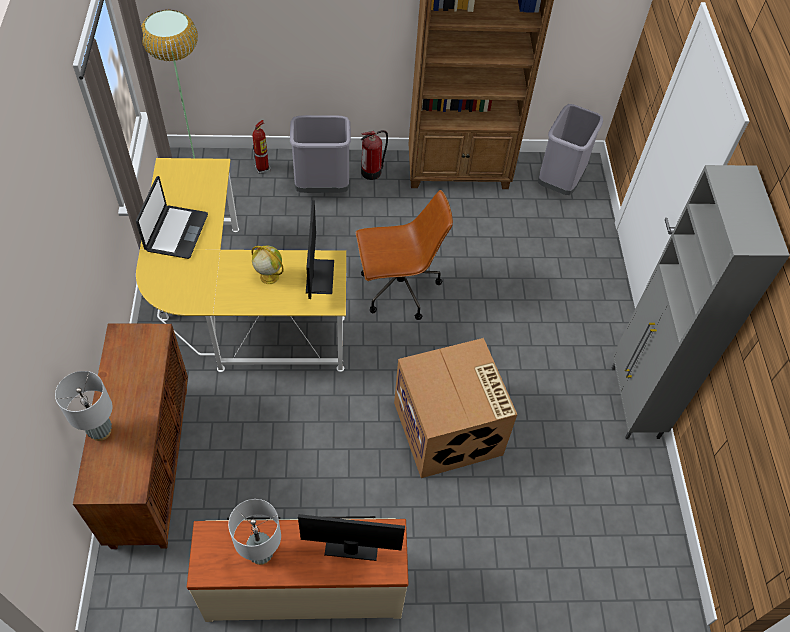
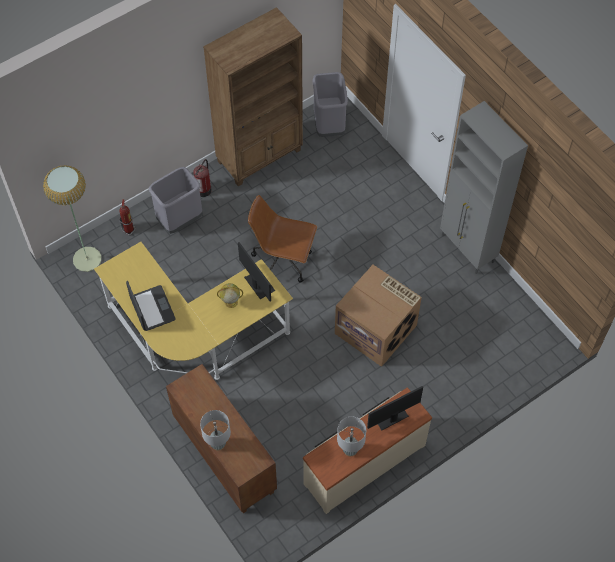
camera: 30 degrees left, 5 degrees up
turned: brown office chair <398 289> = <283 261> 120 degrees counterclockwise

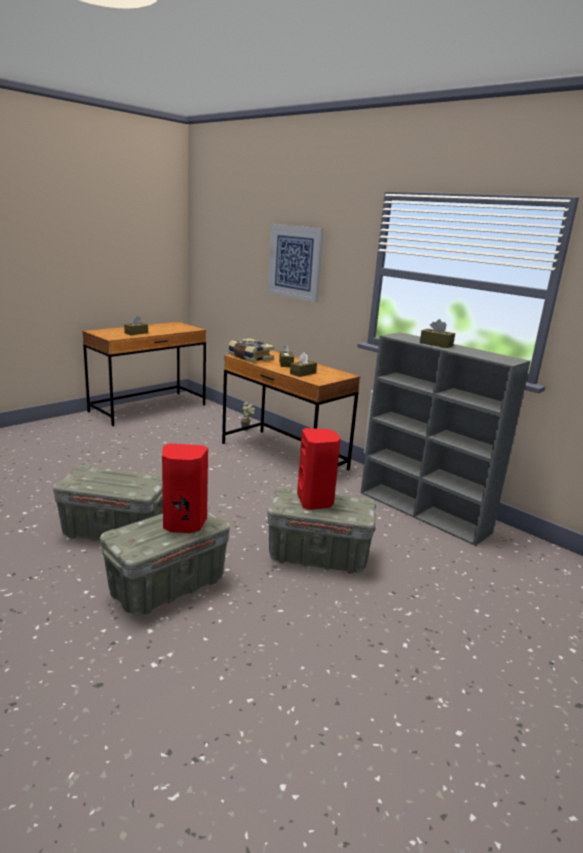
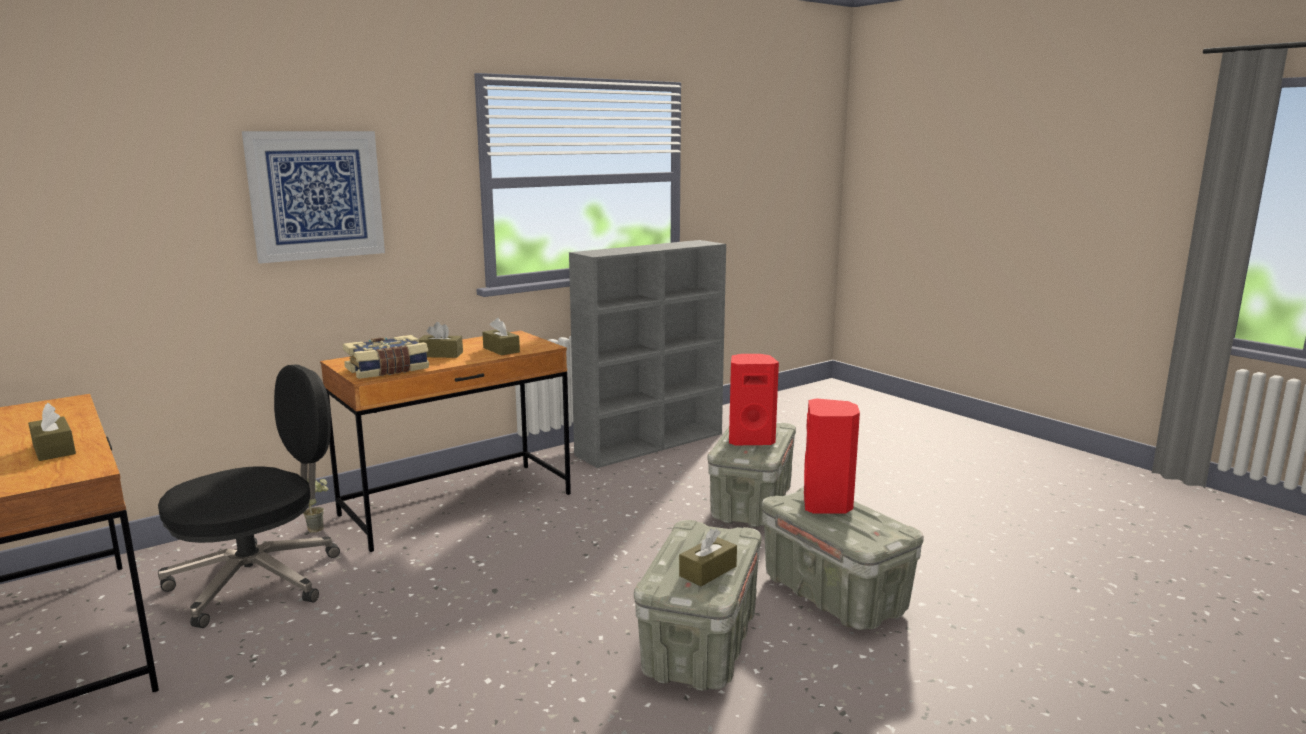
camera: 80 degrees left, 5 degrees down
added: black office chair <259 580>
moved: brown tissue box <436 344> to <708 571>

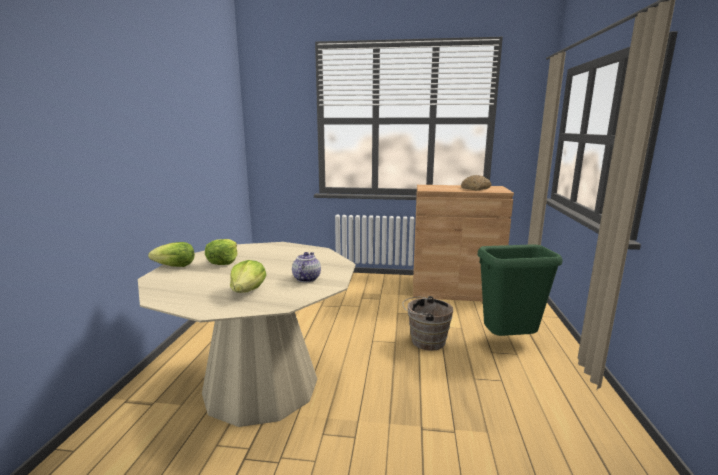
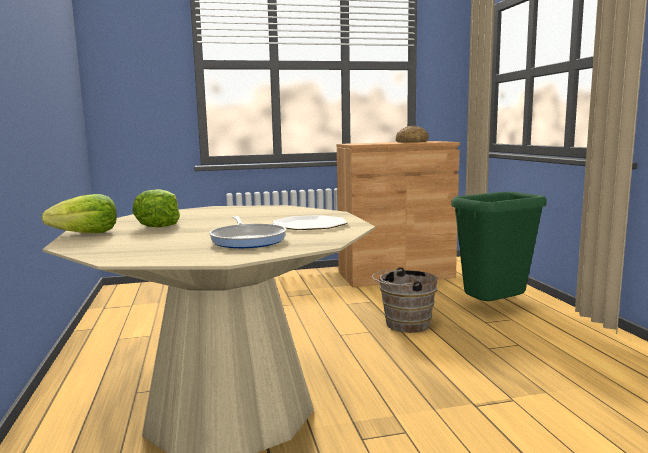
camera: 20 degrees left, 5 degrees down
replaced: lettuce <248 291> to frying pan <248 240>; teapot <306 278> to plate <309 225>

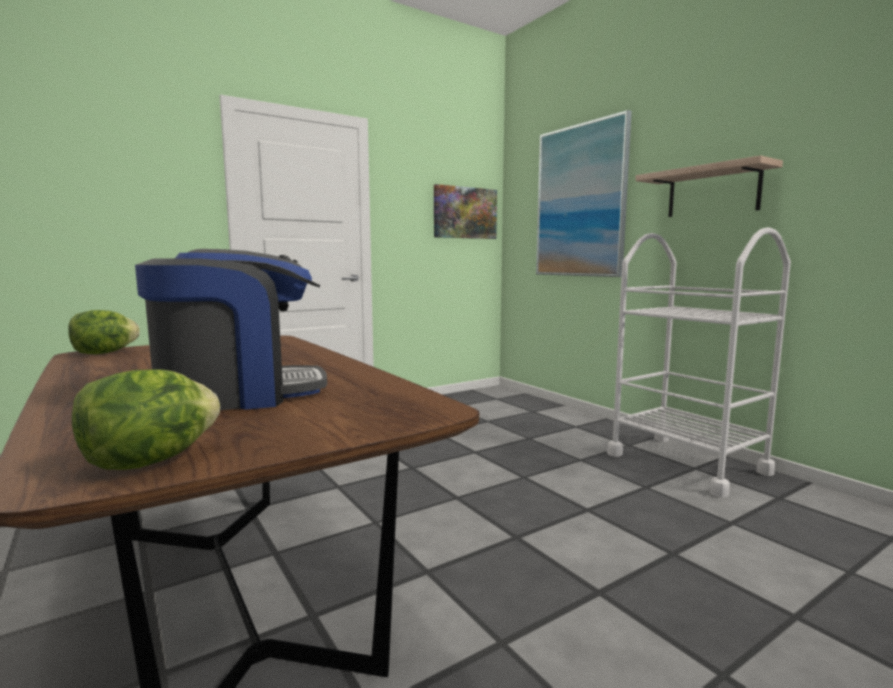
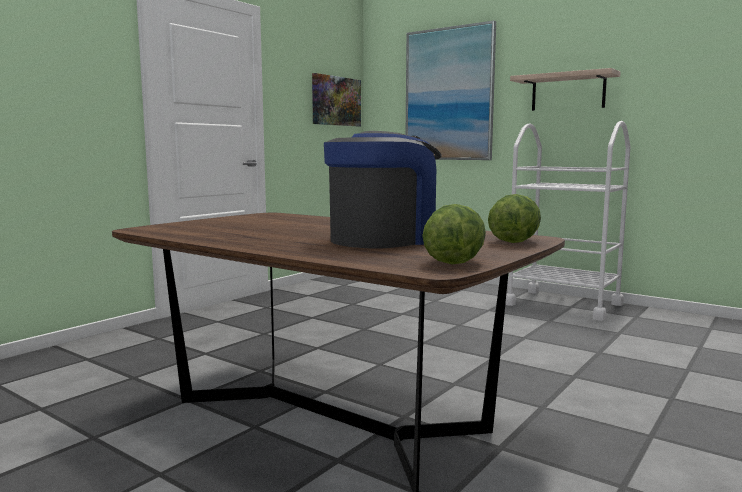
camera: 20 degrees left, 0 degrees up
moved: lettuce <104 353> to <514 242>

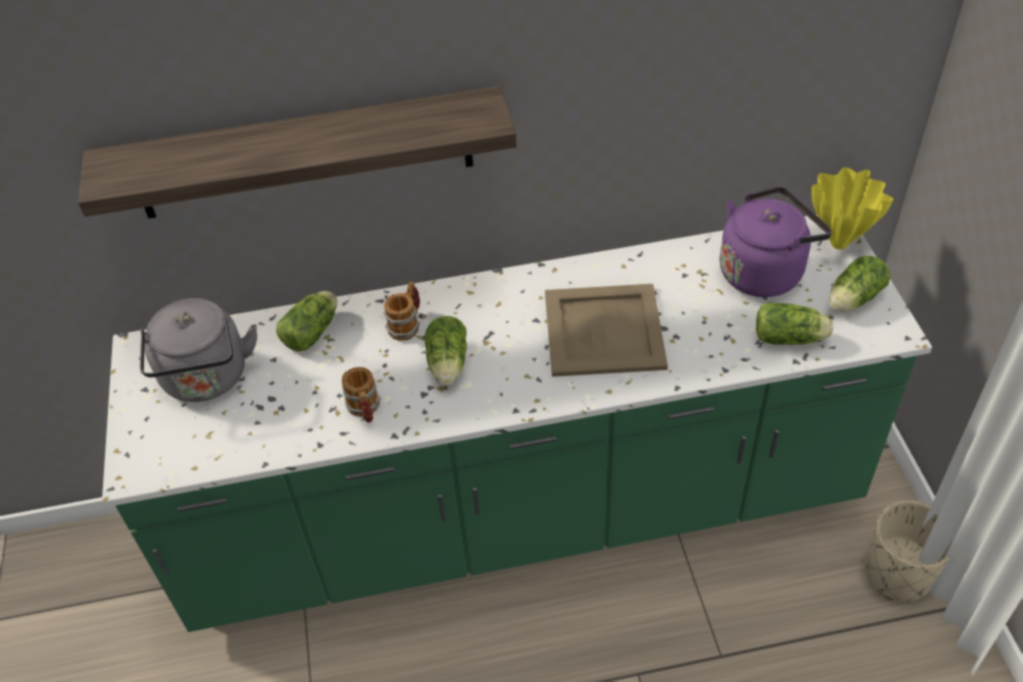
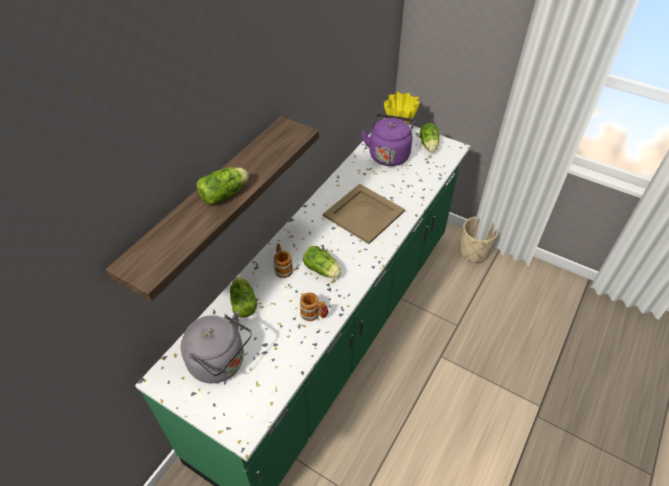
camera: 50 degrees left, 0 degrees up
moved: lettuce <791 338> to <226 194>

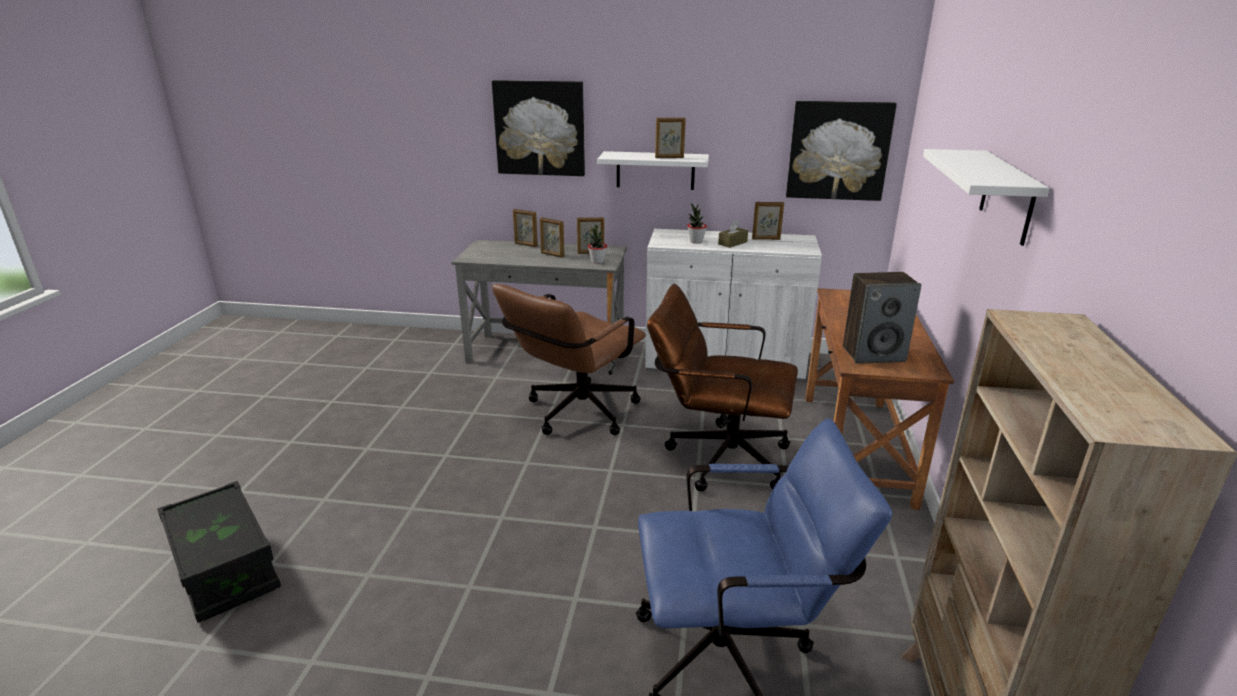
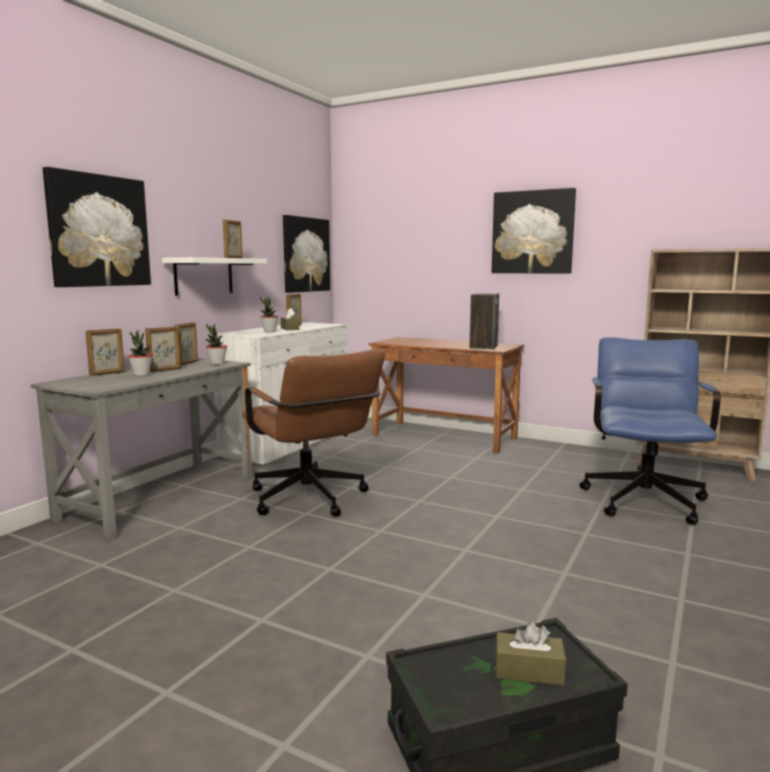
camera: 70 degrees left, 15 degrees down
removed: brown office chair <717 456>
added: potted plant <141 374>; brown tissue box <529 671>
replaced: white shelf <1007 197> to picture <532 232>

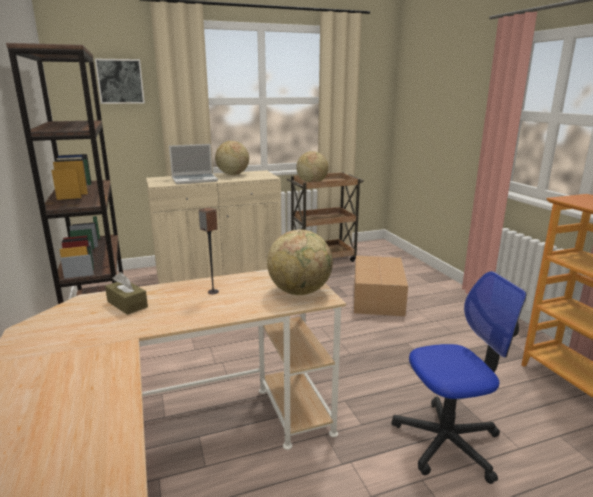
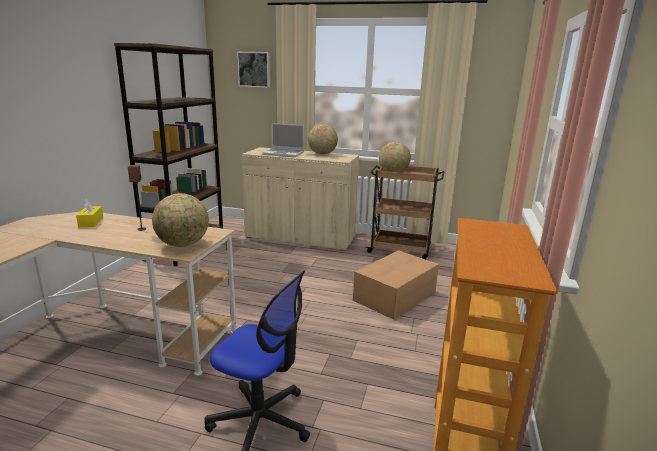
camera: 35 degrees right, 0 degrees up
recoloured: brown tissue box <127 304> to yellow tissue box <91 222>

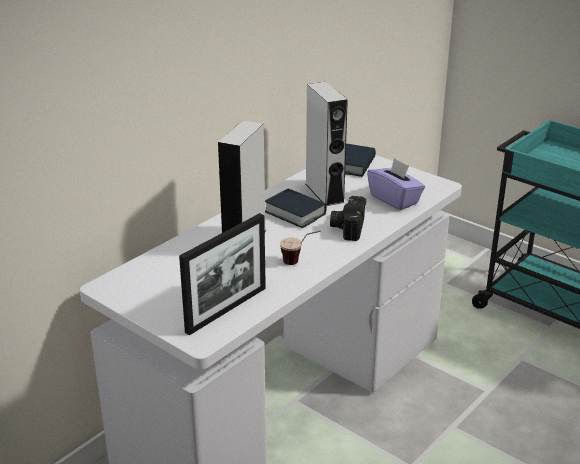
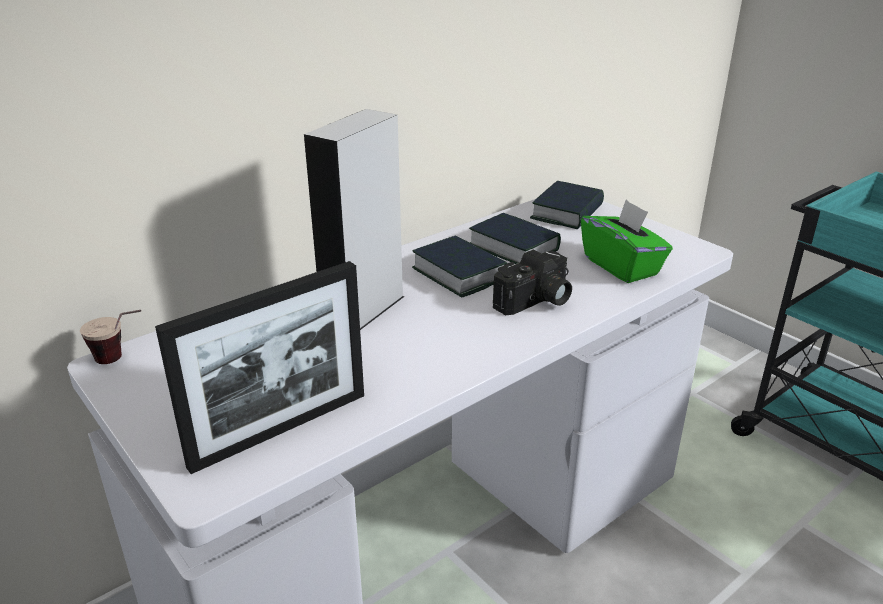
camera: 10 degrees right, 0 degrees up
moved: cup <299 262> to <122 360>
replaced: grey speaker <324 193> to book <513 247>
recoloured: purple tissue box <394 199> to green tissue box <622 266>
turned: photo camera <347 227> = <536 302> 150 degrees counterclockwise

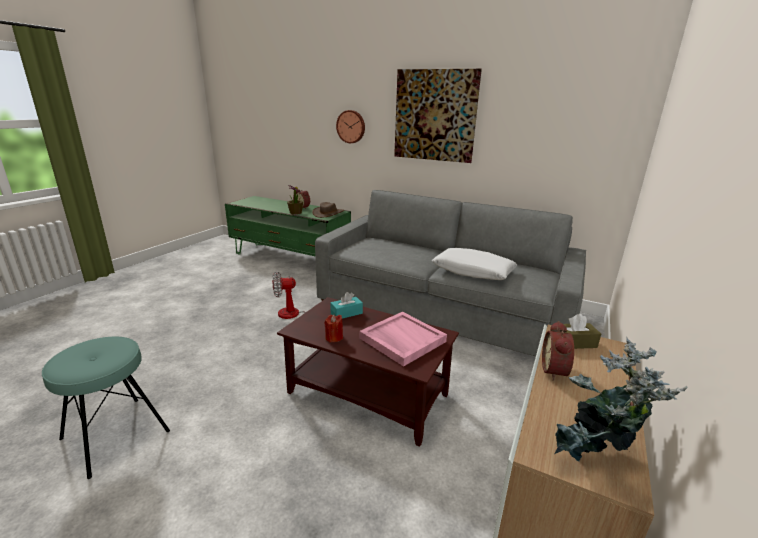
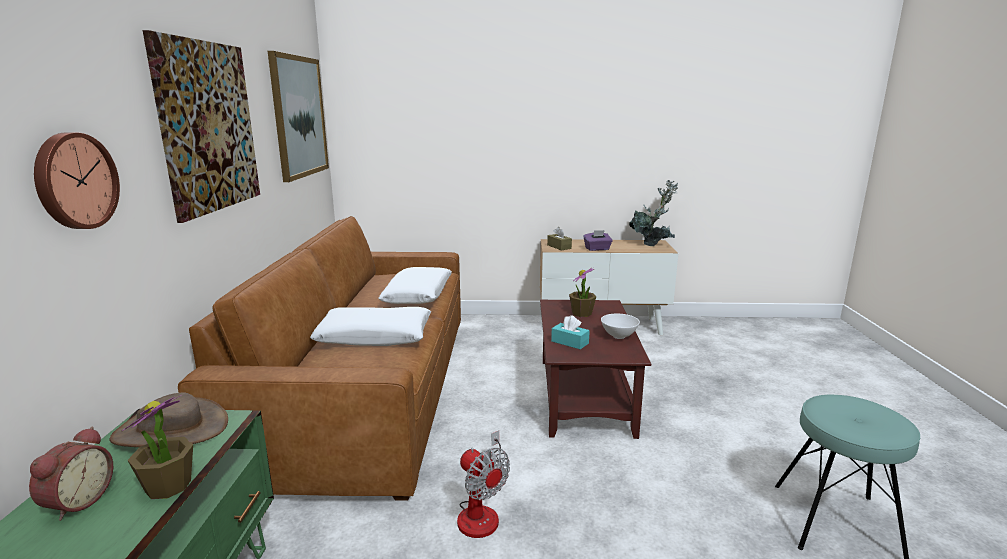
camera: 115 degrees left, 5 degrees down
added: picture <299 117>; white pillow <374 336>
replaced: pink tray <401 340> to potted plant <581 313>; alarm clock <556 371> to purple tissue box <597 249>; red candle <334 337> to white bowl <618 336>
recoloured: grey sofa <443 307> to brown sofa <367 389>

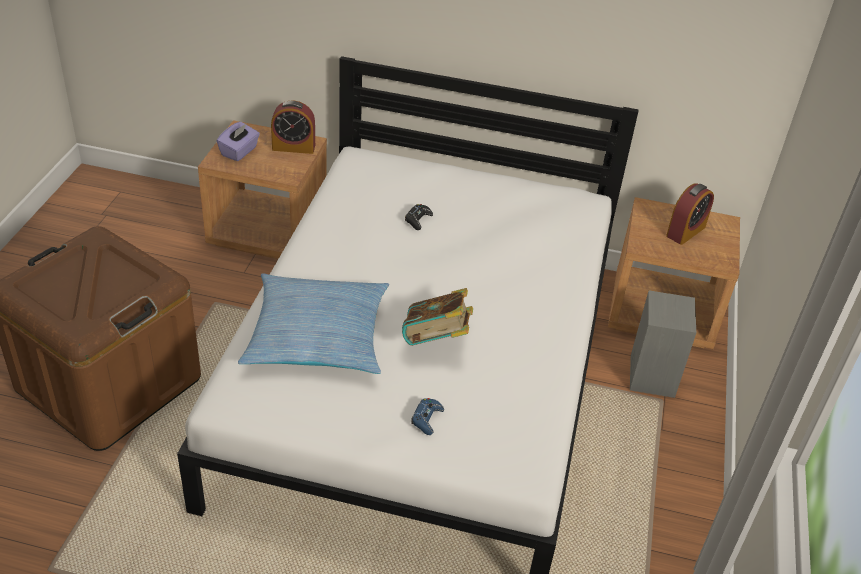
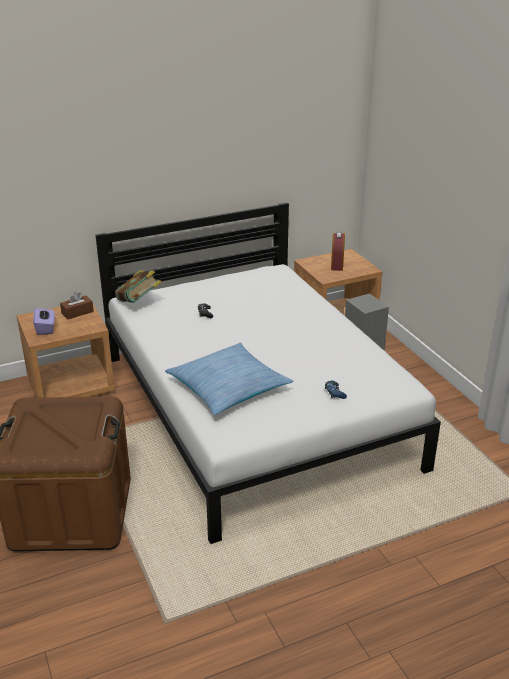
camera: 35 degrees left, 10 degrees down
moved: book <436 341> to <139 303>
replaced: alarm clock <293 147> to brown tissue box <77 312>

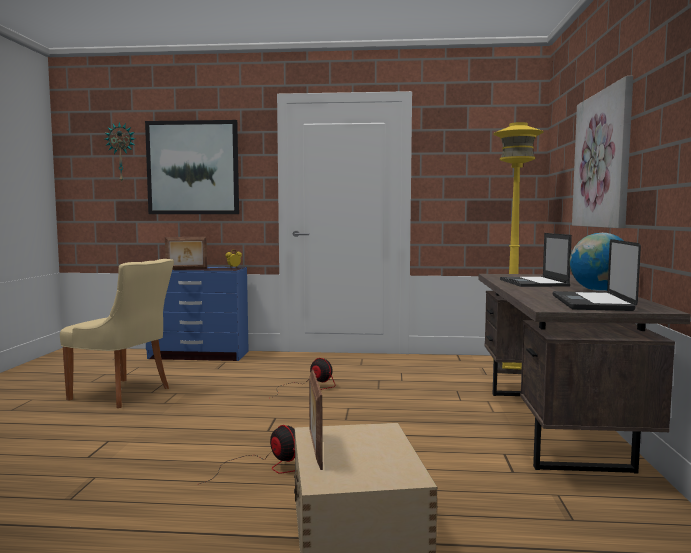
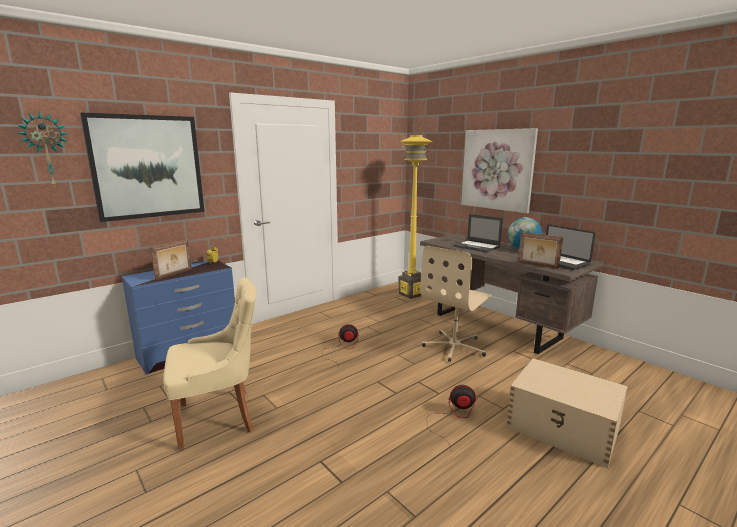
camera: 45 degrees left, 10 degrees up
added: beige office chair <455 347>
moved: picture frame <315 450> to <537 265>

